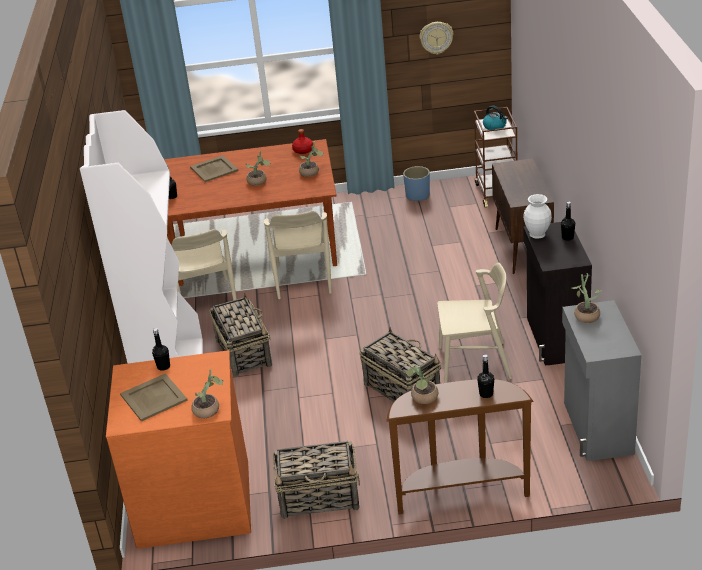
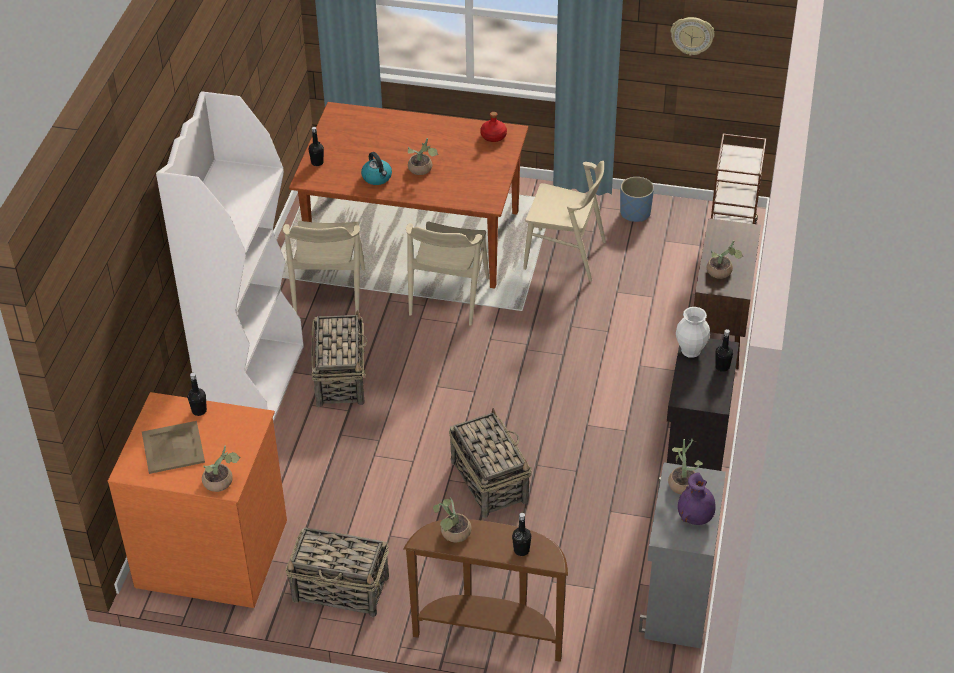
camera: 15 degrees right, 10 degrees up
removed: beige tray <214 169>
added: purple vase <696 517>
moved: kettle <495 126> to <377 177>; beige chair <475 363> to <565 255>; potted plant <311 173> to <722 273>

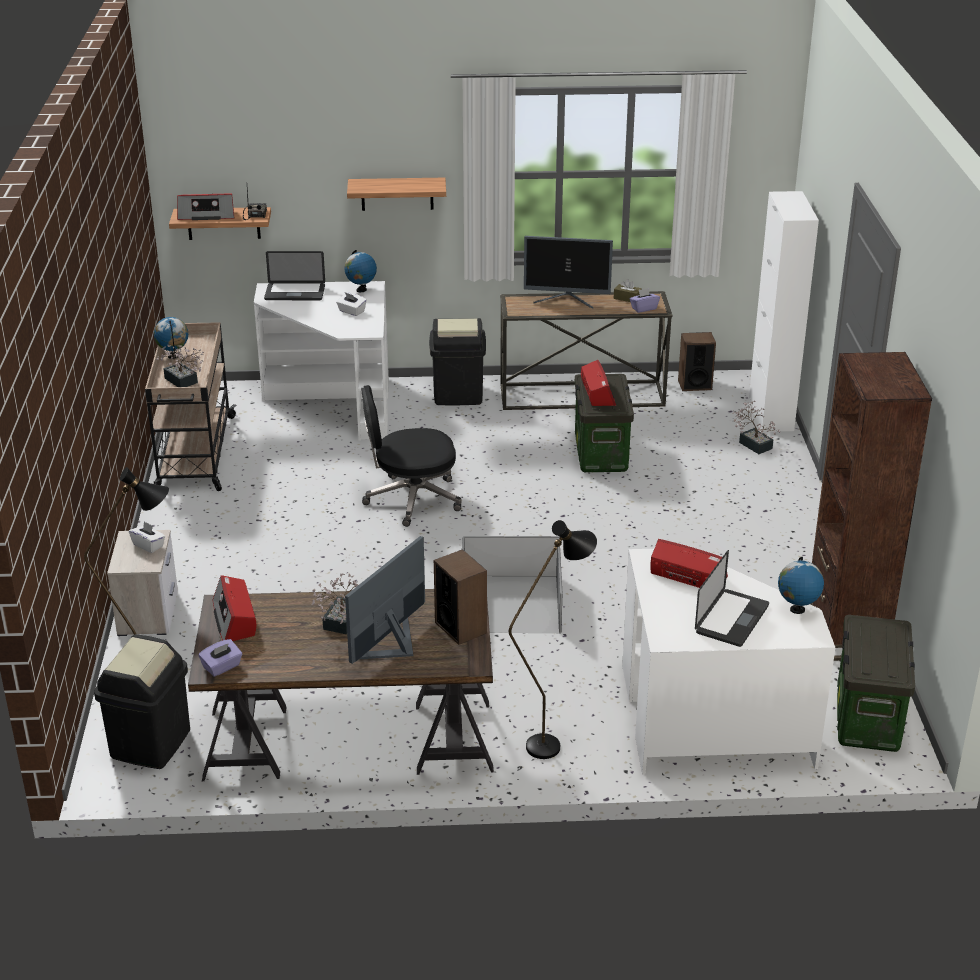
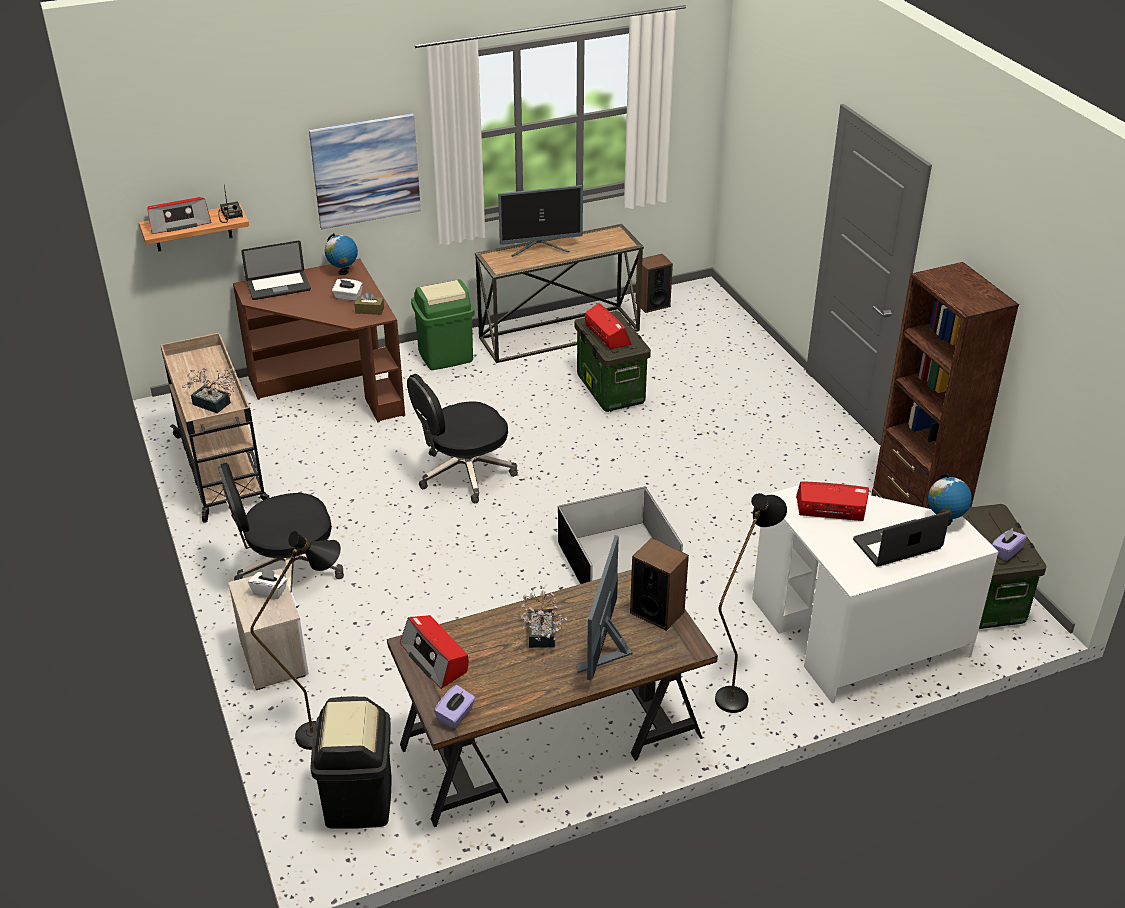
camera: 20 degrees left, 5 degrees up
removed: globe <173 356>; potted plant <753 444>; white cabinet <771 413>
added: black office chair <288 570>
moved: brown tissue box <627 298> to <369 310>; purple tissue box <644 308> to <1006 551>
replaced: shelf <397 194> to picture <366 171>
recoloured: white desk <334 404> to brown desk <331 389>; black trash can <458 395> to green trash can <445 356>
turned: laptop <731 619> = <897 545> 120 degrees counterclockwise

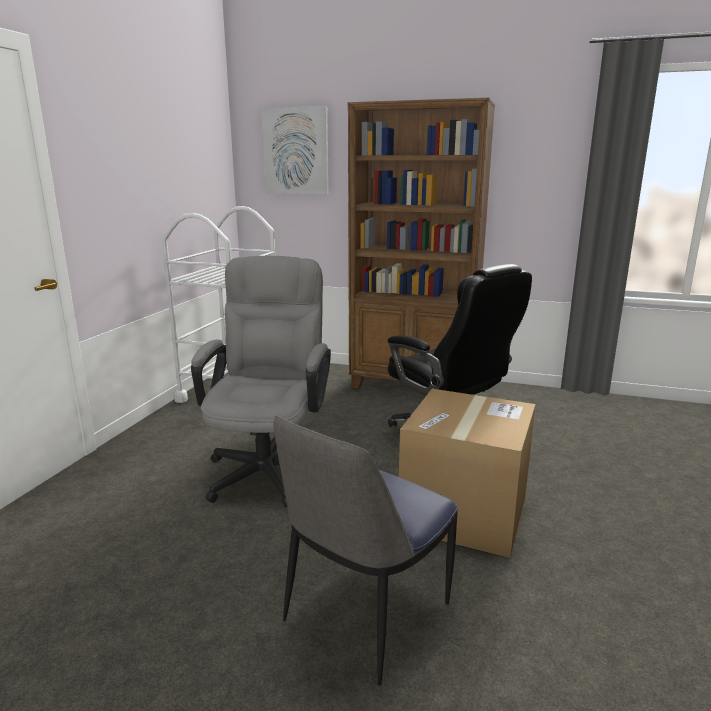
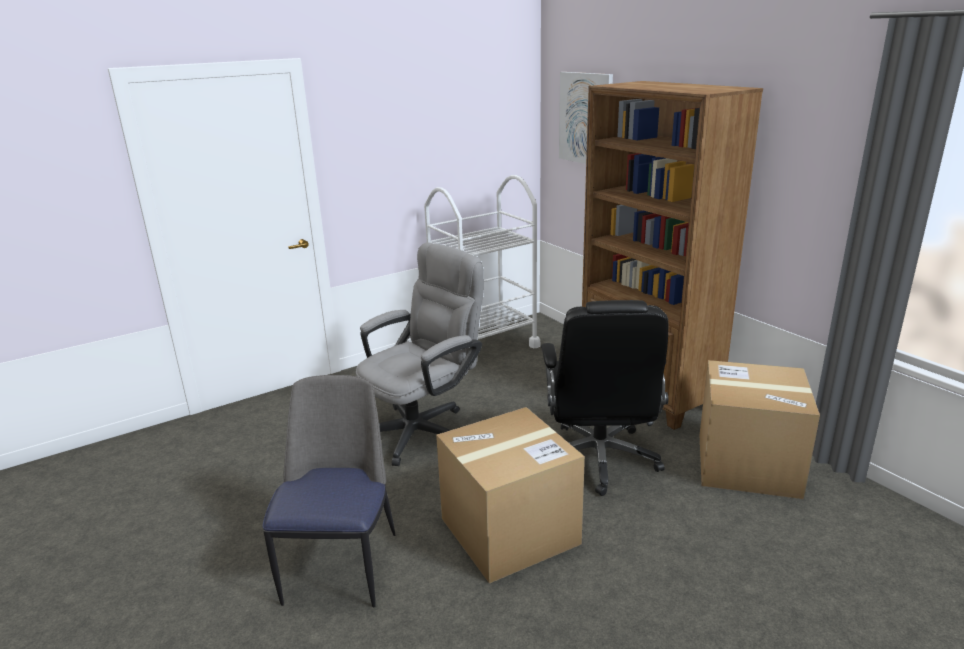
camera: 40 degrees right, 5 degrees up
added: cardboard box <747 464>
turned: chair <364 616> = <342 564> 105 degrees clockwise

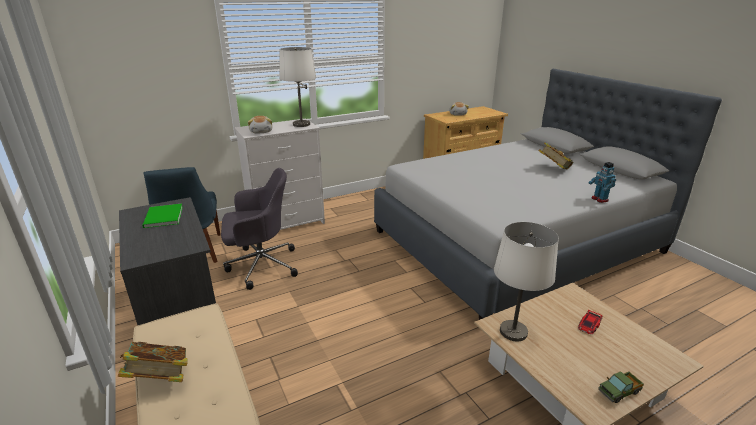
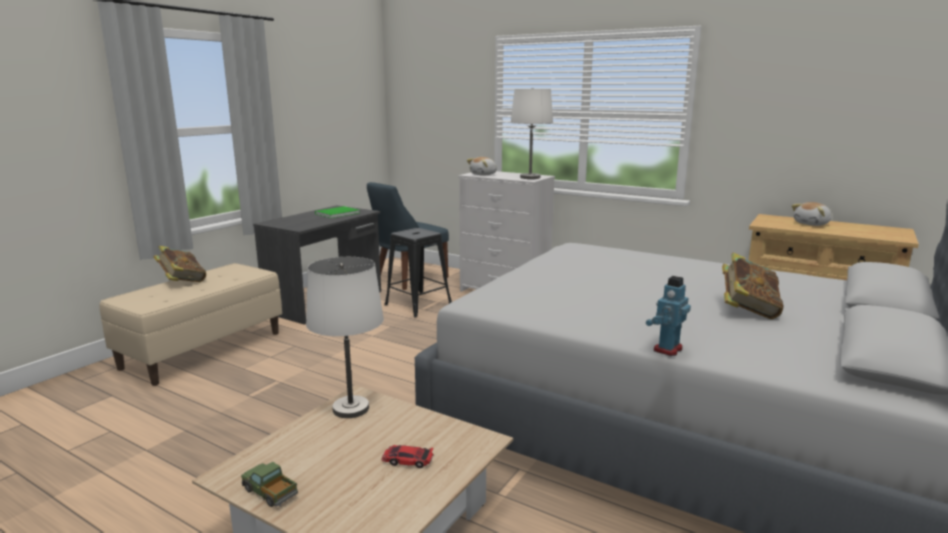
camera: 60 degrees right, 10 degrees down
replaced: grey office chair <261 265> to black stool <418 305>

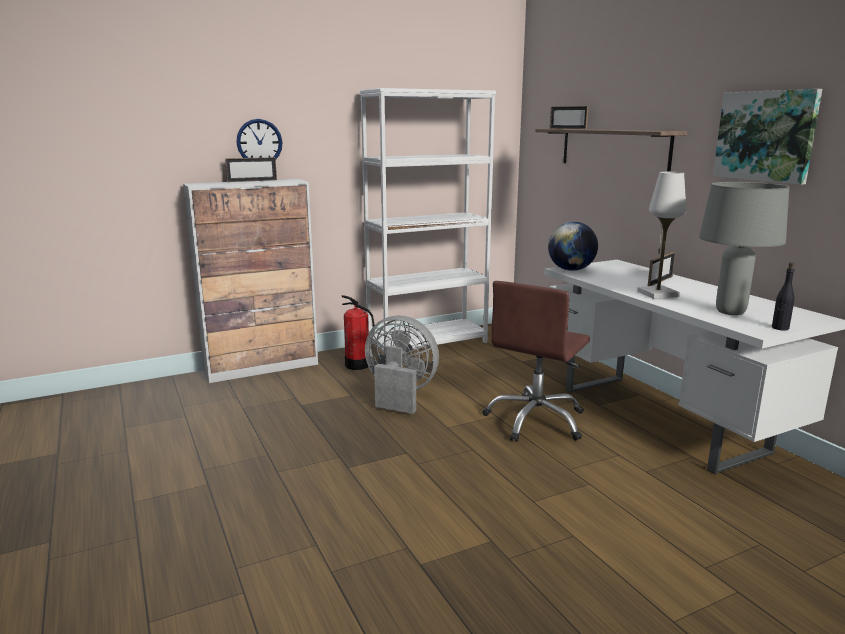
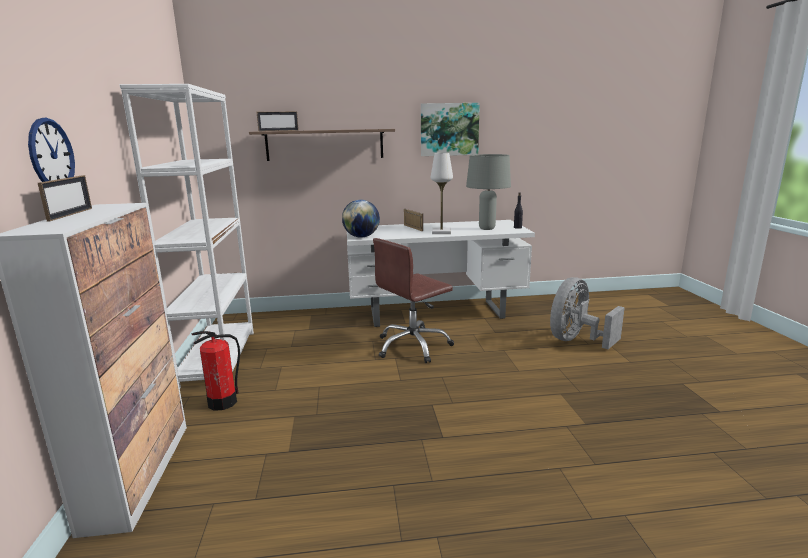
camera: 70 degrees left, 0 degrees up
moved: grey fan <400 394> to <576 340>
turned: brown office chair <536 420> = <413 346> 90 degrees clockwise

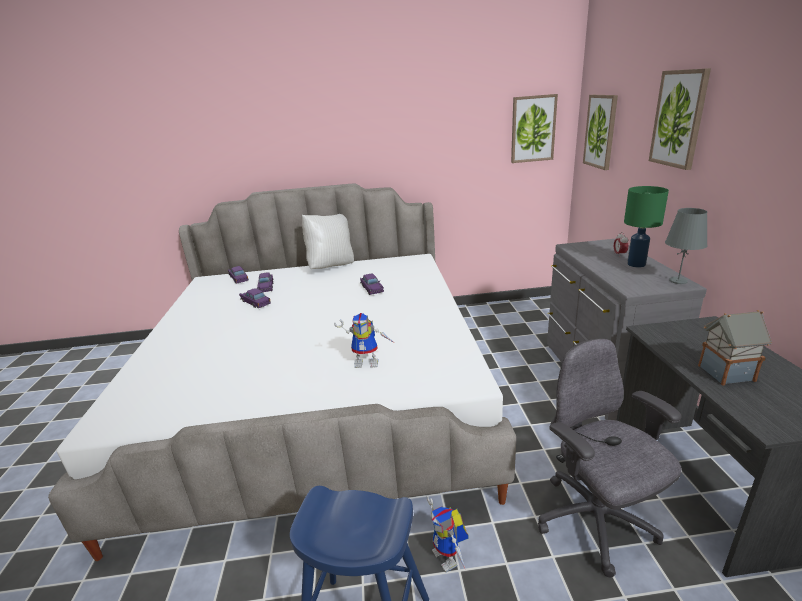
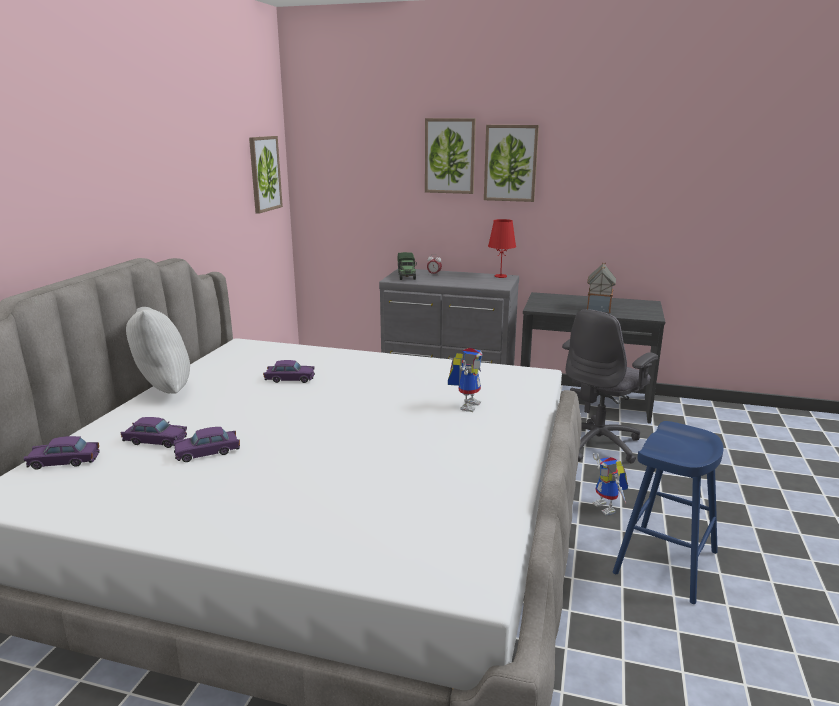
camera: 70 degrees left, 5 degrees down
removed: green table lamp <635 264>
added: toy truck <406 275>
moved: picture <600 131> to <510 163>
recoloured: grey table lamp <678 280> to red table lamp <500 276>
turned: grey office chair <595 523> = <598 444> 45 degrees counterclockwise; toy robot <449 558> = <608 508> 75 degrees clockwise

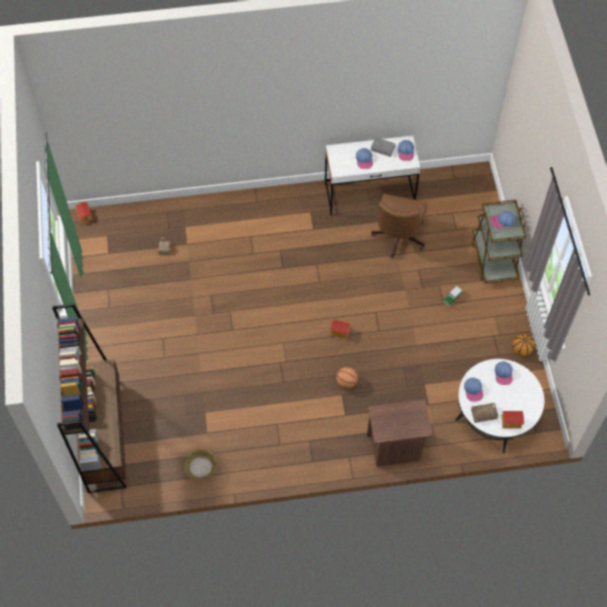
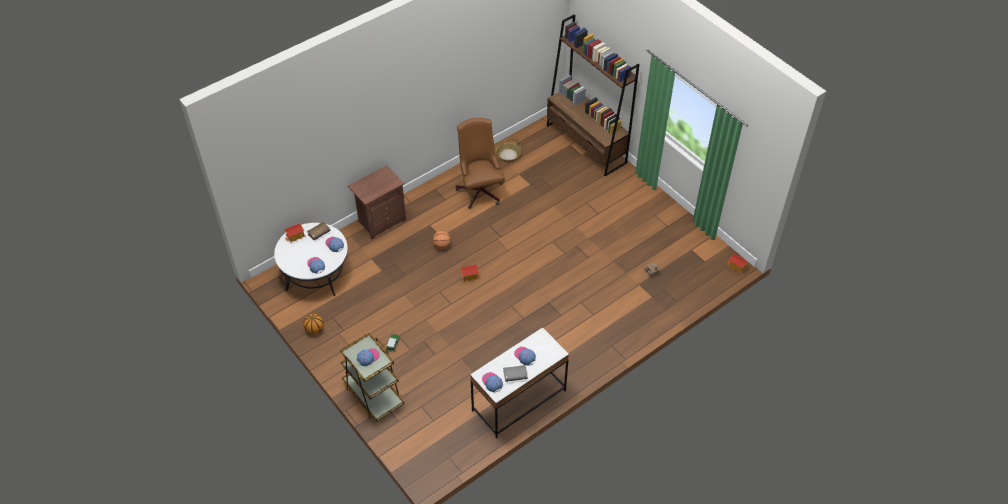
camera: 150 degrees right, 10 degrees down
moved: brown office chair <397 238> to <480 189>

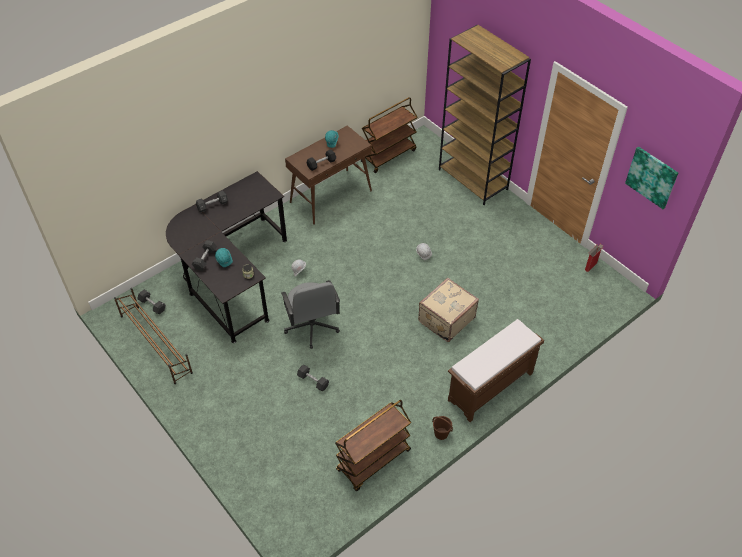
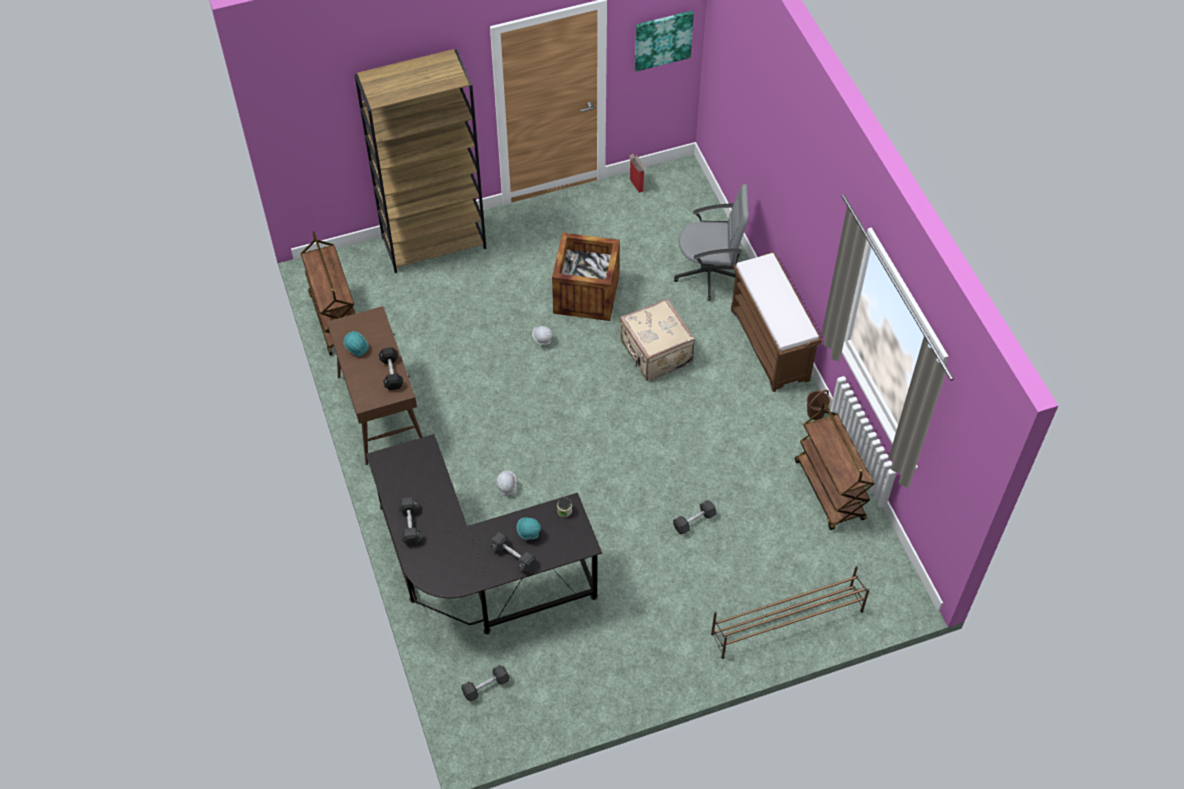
camera: 70 degrees left, 5 degrees up
added: crate <586 294>
moved: grey office chair <312 326> to <709 273>; brown shoe rack <155 343> to <786 622>

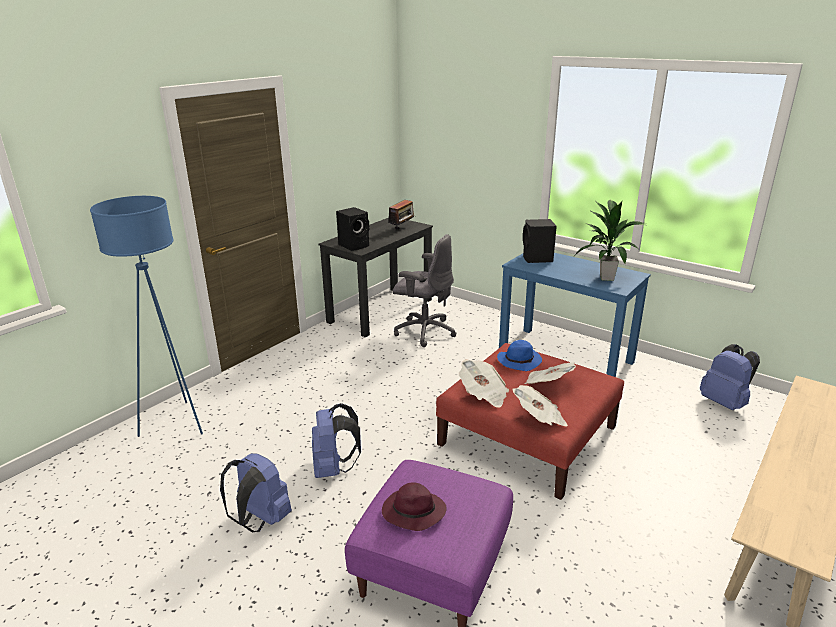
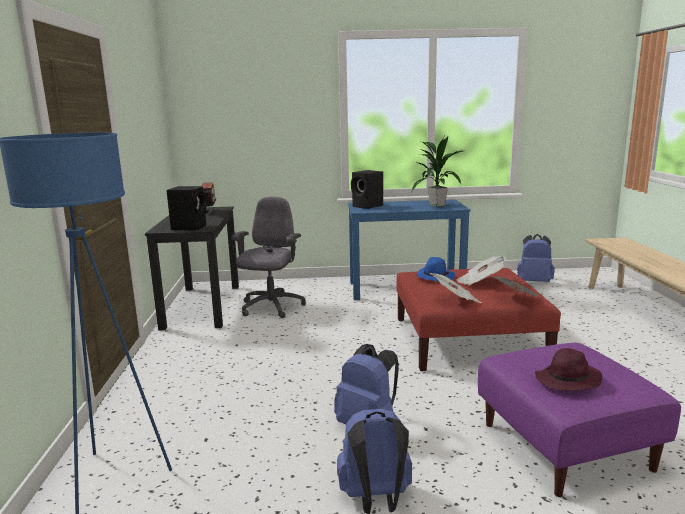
camera: 40 degrees left, 10 degrees down
turned: grey office chair <424 331> = <271 307> 60 degrees counterclockwise

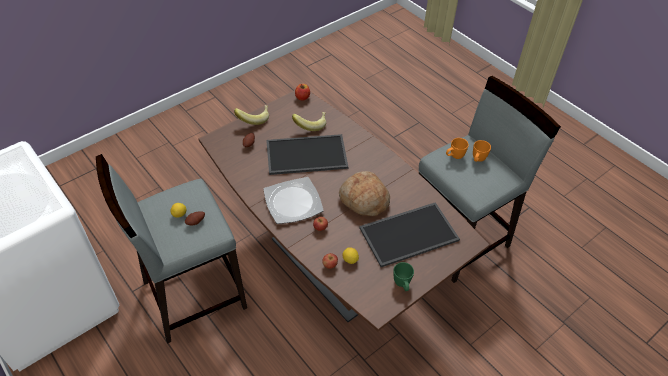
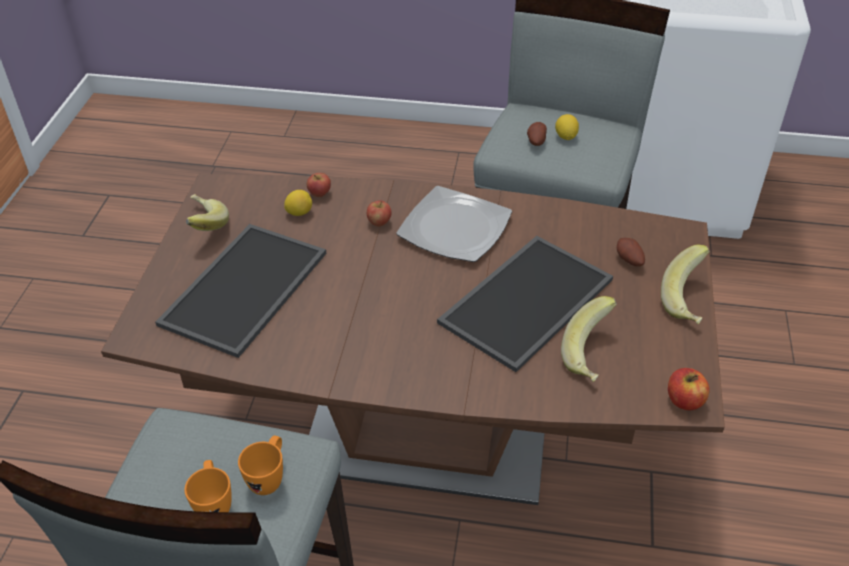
camera: 140 degrees right, 5 degrees down
removed: bread <363 200>
replaced: green mug <402 285> to banana <203 226>

